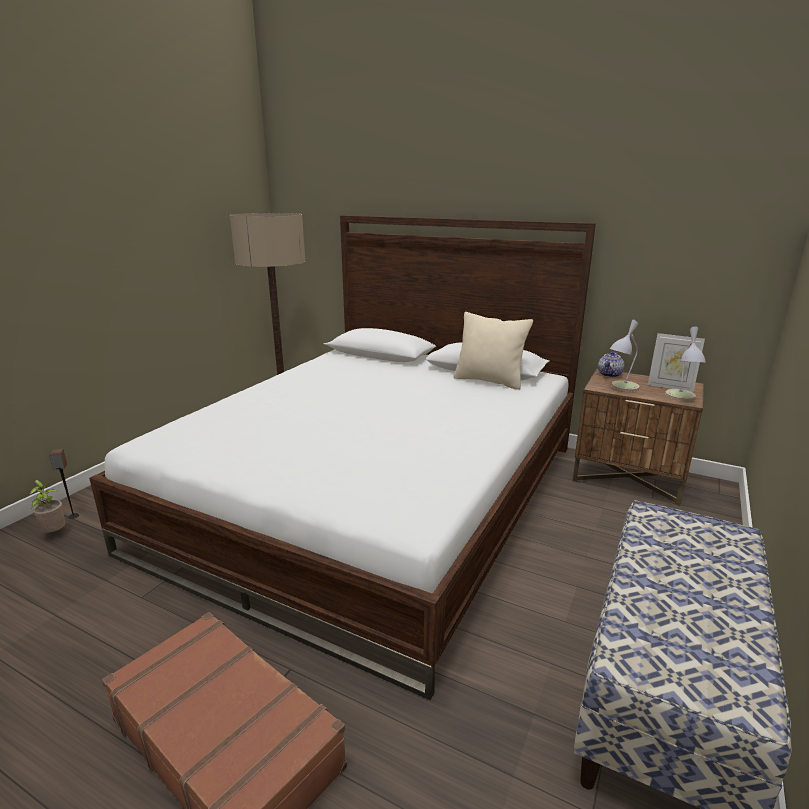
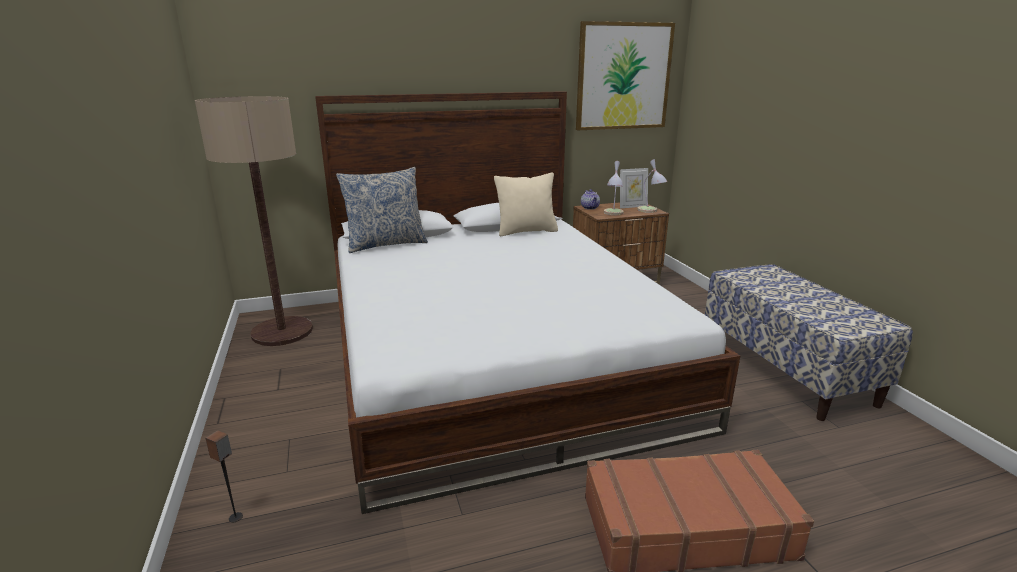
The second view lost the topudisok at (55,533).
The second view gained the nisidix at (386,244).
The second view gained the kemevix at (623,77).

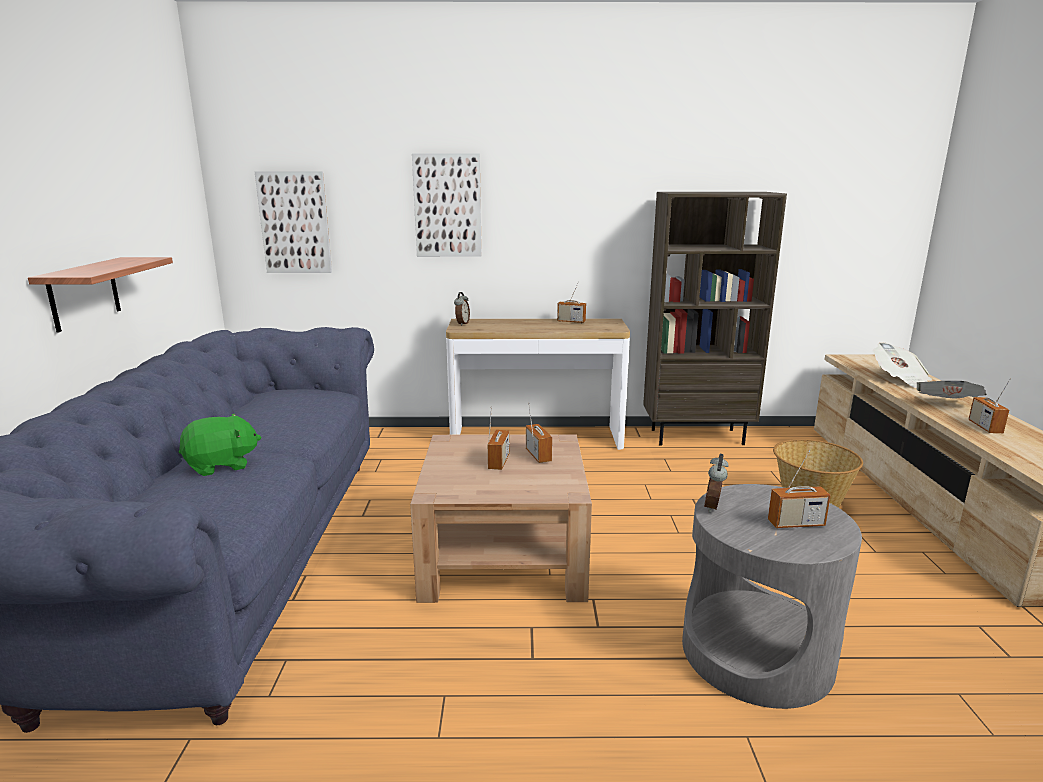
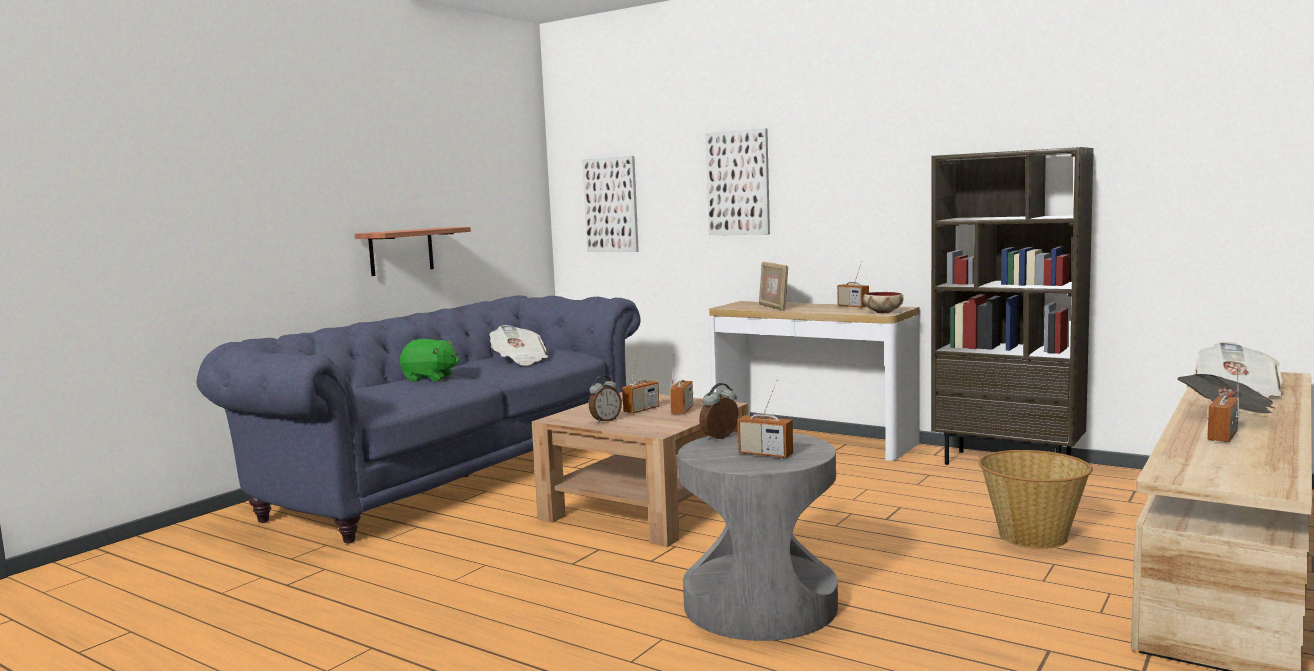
The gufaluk ended up elsewhere, having gone from (462,324) to (605,420).
The second view gained the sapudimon at (519,361).
The second view gained the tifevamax at (773,307).
The second view gained the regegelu at (882,312).

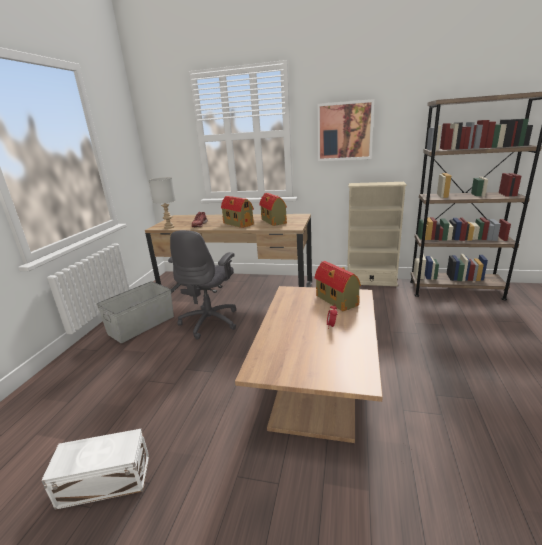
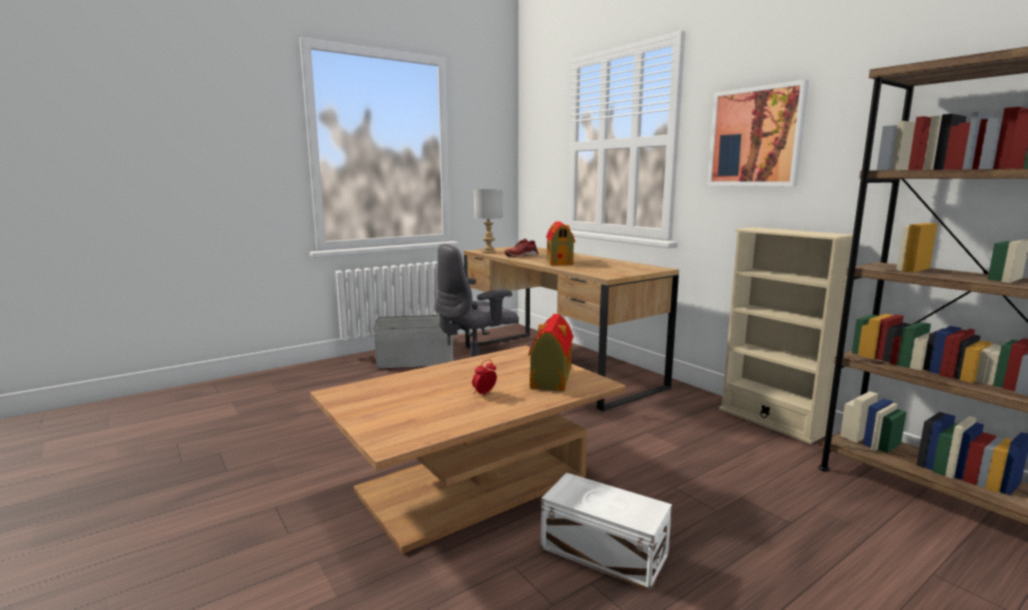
The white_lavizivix ended up elsewhere, having gone from (104,480) to (602,550).
The second view lost the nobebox at (274,221).

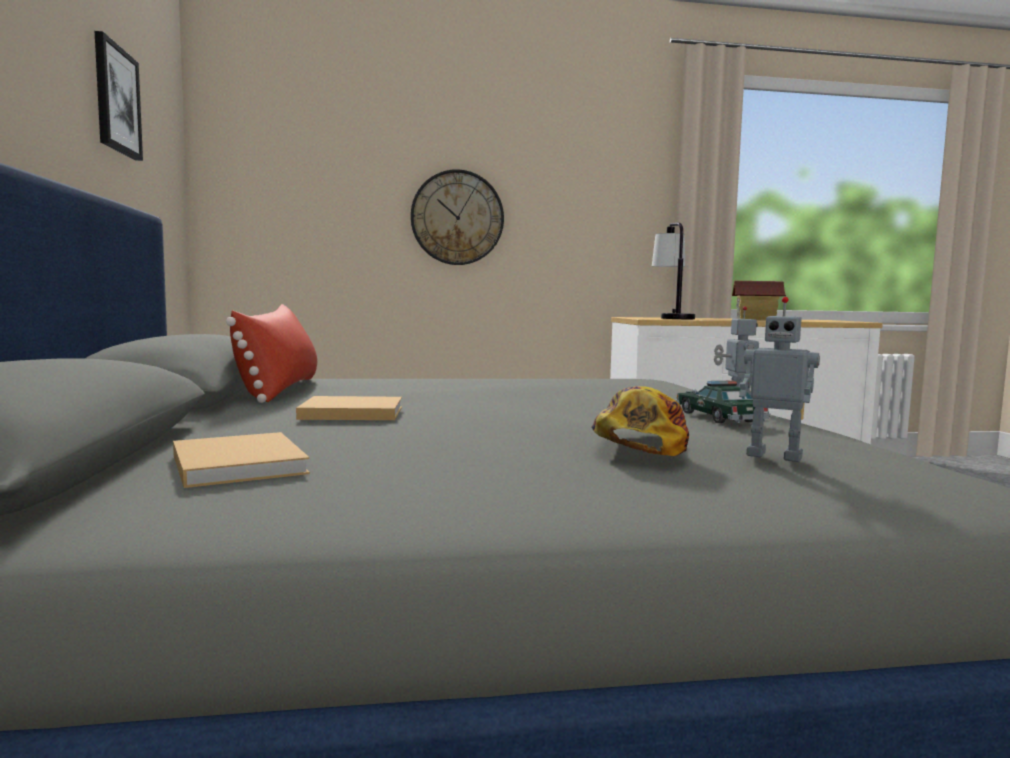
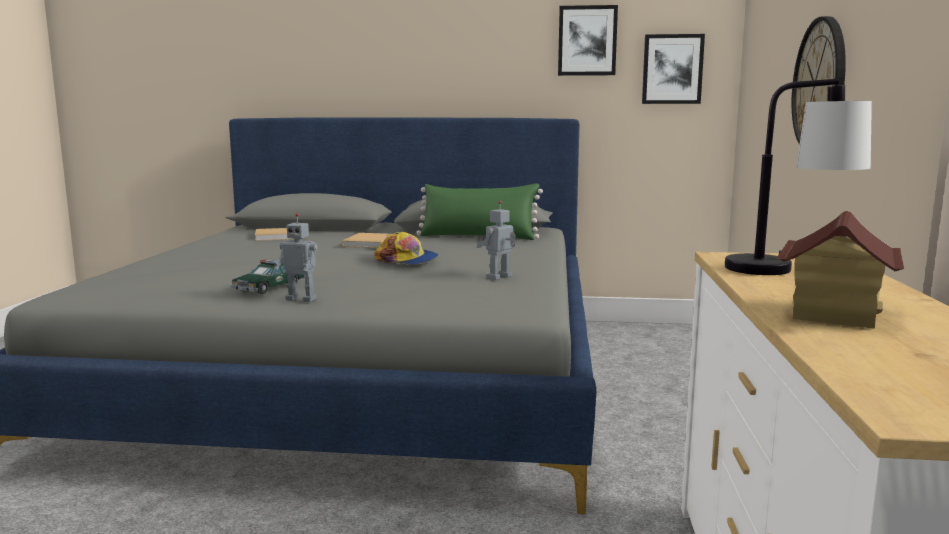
What was the red_nisidix at (280,389) turned into the green_nisidix at (478,237).
The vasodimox ended up elsewhere, having gone from (641,442) to (407,260).
The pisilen at (718,418) ended up facing another way, 120 degrees clockwise from before.
The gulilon ended up elsewhere, having gone from (775,456) to (500,277).
The second view gained the kemevix at (672,69).

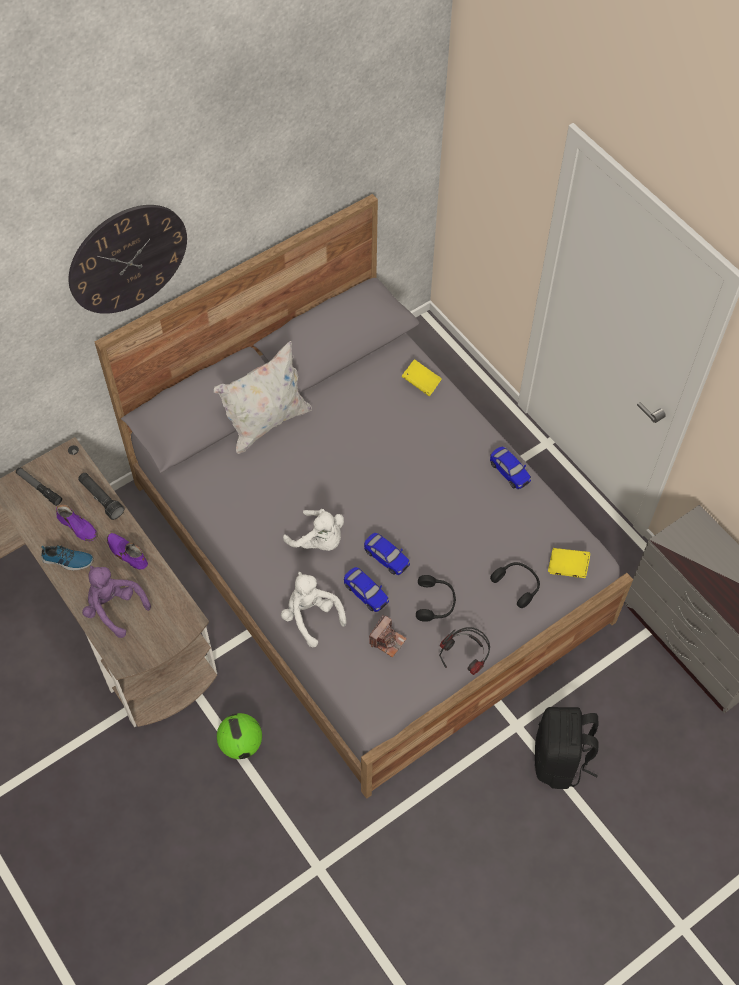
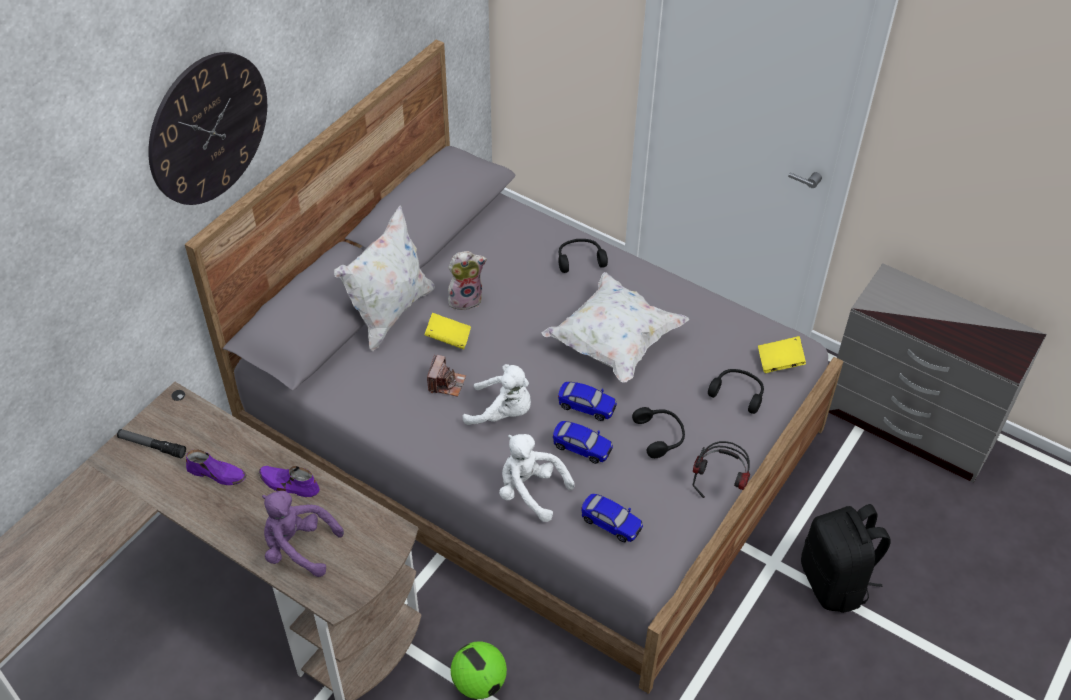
The second view lost the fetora at (67,560).
The second view lost the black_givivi at (101,499).
The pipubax ended up elsewhere, having gone from (387,640) to (446,383).
The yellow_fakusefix ended up elsewhere, having gone from (421,383) to (448,339).
The pisilen ended up elsewhere, having gone from (509,472) to (611,524).
The second view gained the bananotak at (466,299).
The second view gained the white_nisidix at (613,343).
The second view gained the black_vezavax at (580,259).

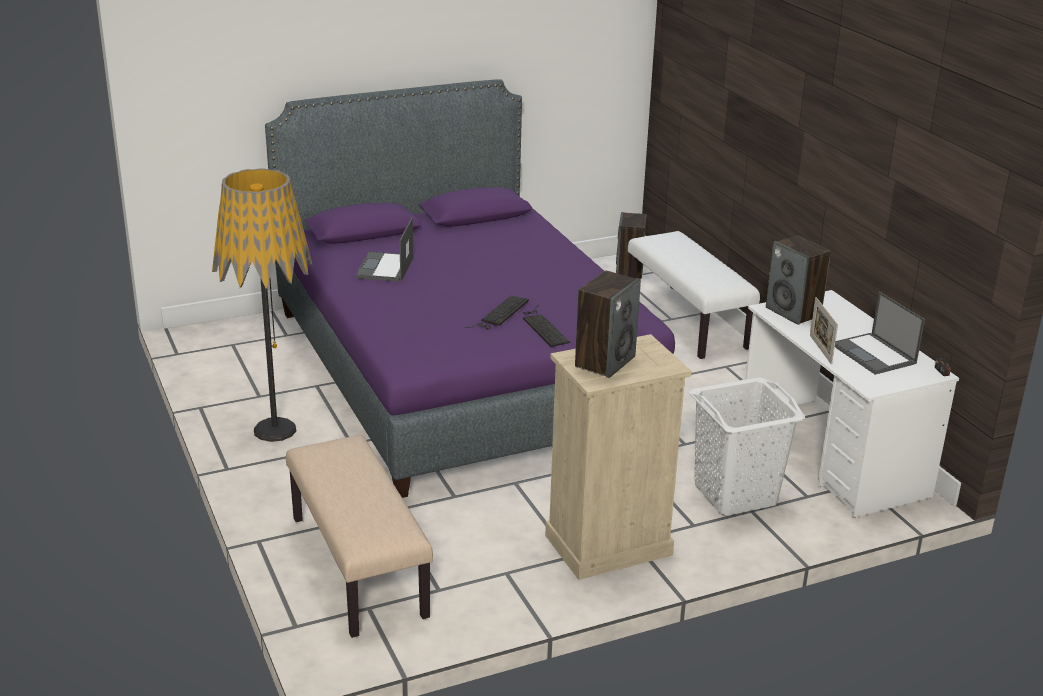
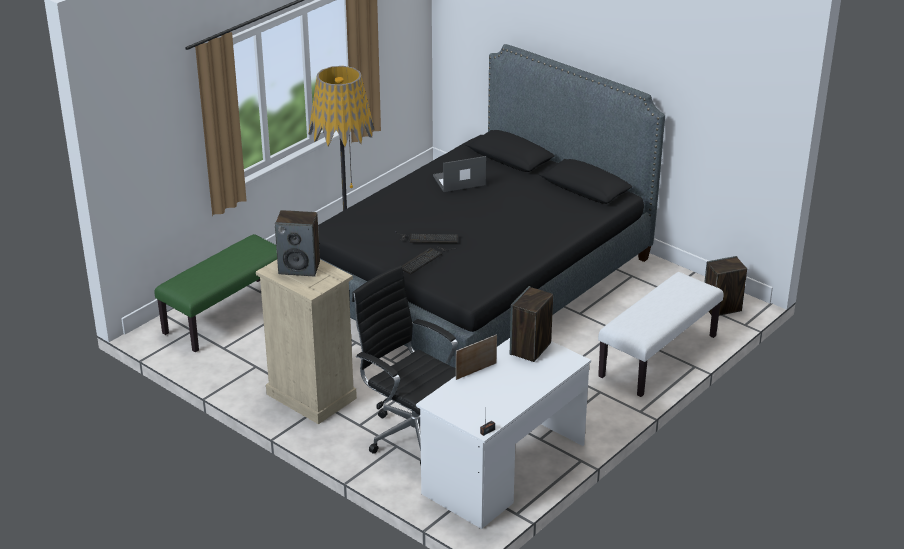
What was the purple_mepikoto at (461,370) turned into the black_mepikoto at (481,281).
What was the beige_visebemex at (356,566) turned into the green_visebemex at (227,314).
Where the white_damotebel stood at (734,494), the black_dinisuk came to stand at (412,434).
The second view lost the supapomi at (874,354).

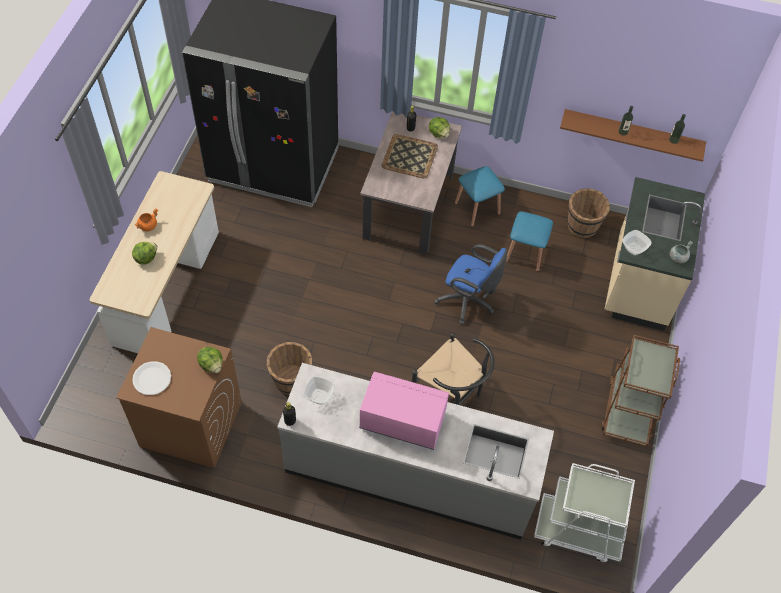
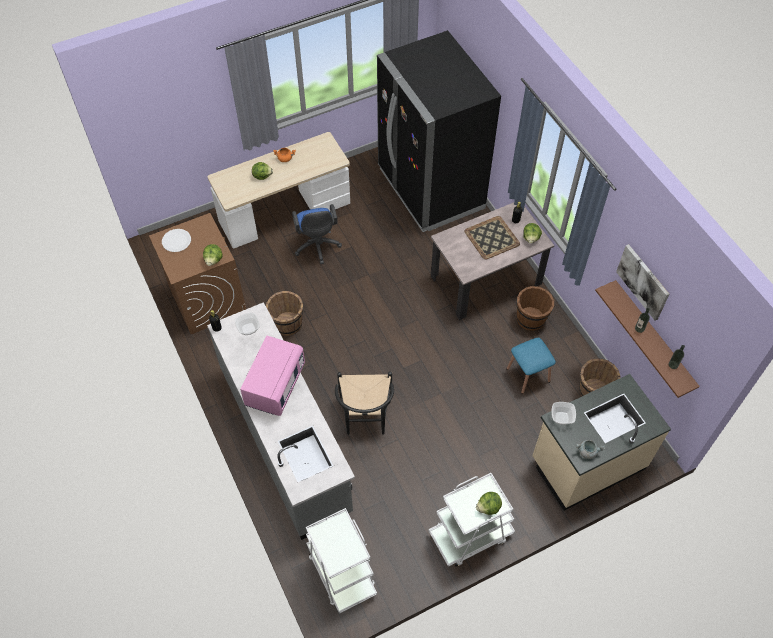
The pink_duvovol at (402,421) ended up facing another way, 45 degrees clockwise from before.
The blue_dinisuk ended up elsewhere, having gone from (468,302) to (317,247).
Where the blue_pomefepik stood at (477,208), the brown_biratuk came to stand at (531,319).
What was the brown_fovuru at (628,410) turned into the white_fovuru at (470,535).
The second view gained the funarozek at (488,507).
The second view gained the kemevix at (643,281).

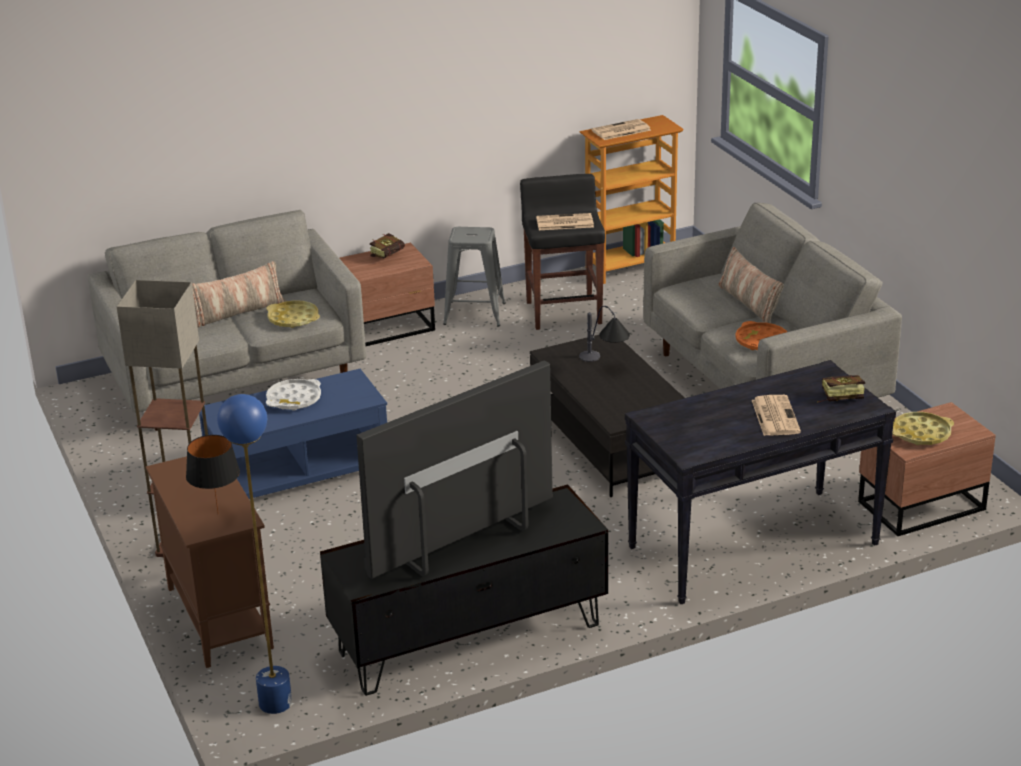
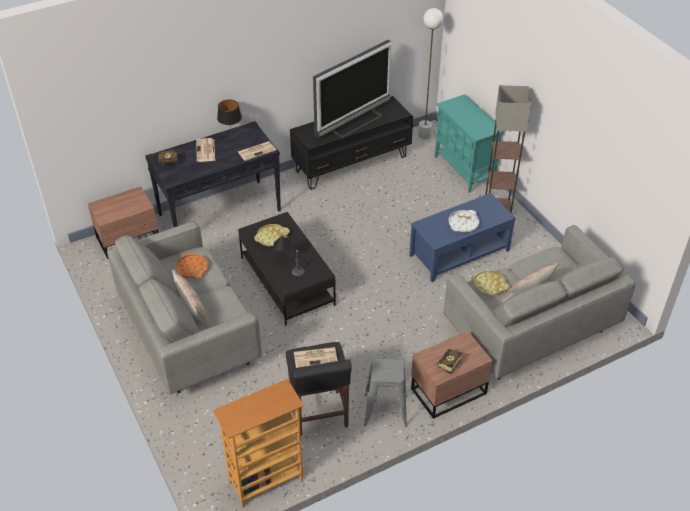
What was the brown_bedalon at (218,617) turned into the turquoise_bedalon at (464,170).
The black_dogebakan ended up elsewhere, having gone from (218,514) to (231,135).
What was the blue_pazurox at (275,703) turned into the white_pazurox at (424,135).
The sapudimon ended up elsewhere, having gone from (620,131) to (257,151).
The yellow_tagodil ended up elsewhere, having gone from (921,434) to (272,237).

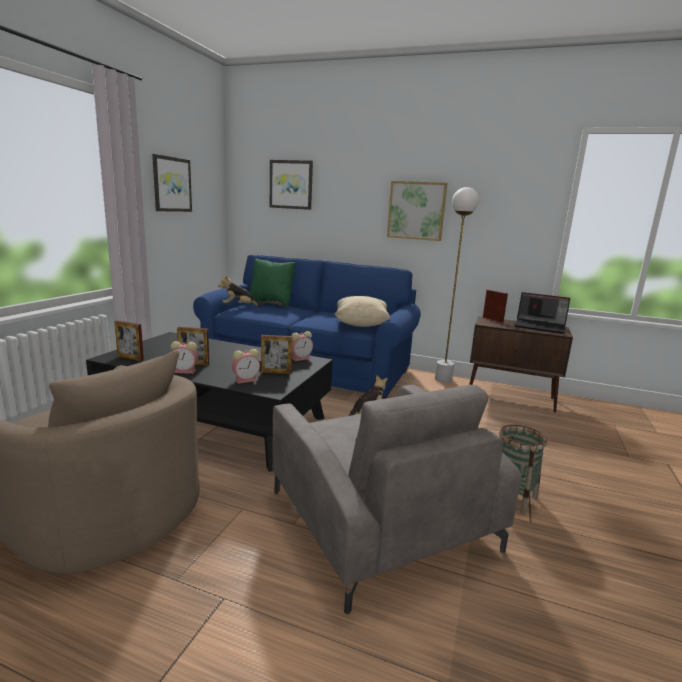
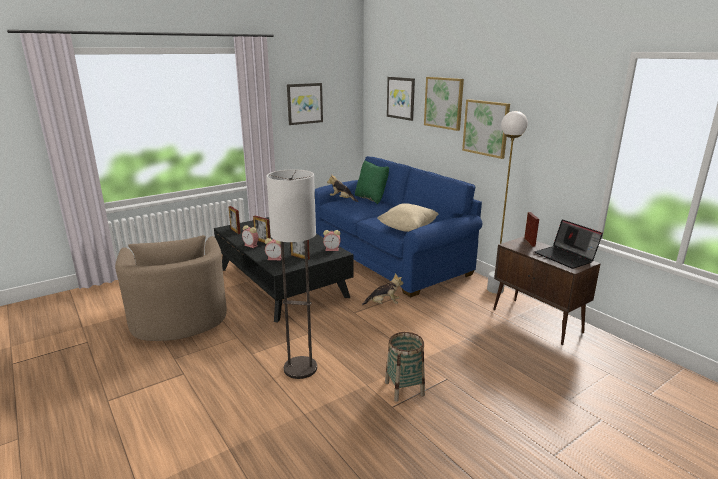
Where the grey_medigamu stood at (380,518), the pazurox came to stand at (300,368).
The second view gained the kemevix at (444,103).

